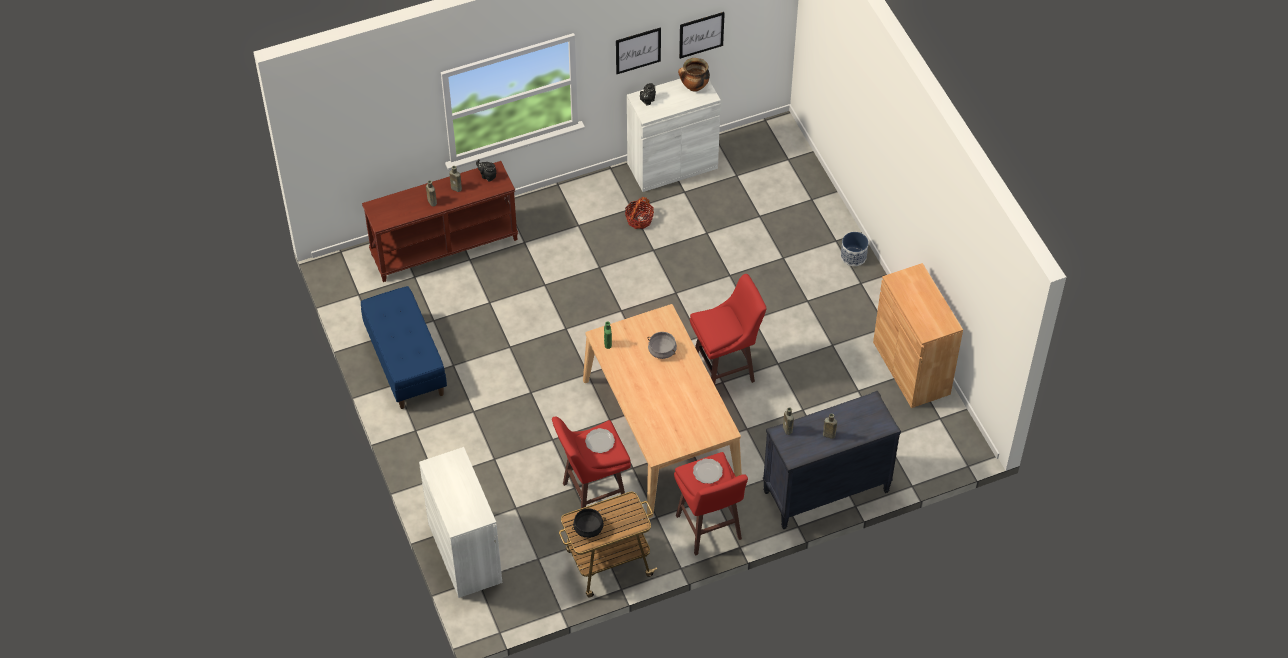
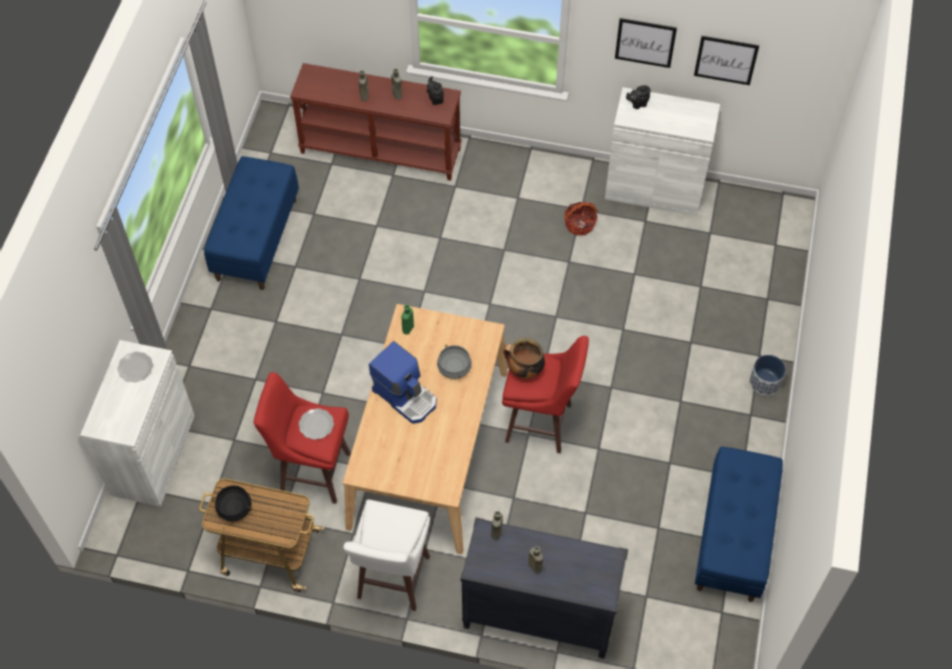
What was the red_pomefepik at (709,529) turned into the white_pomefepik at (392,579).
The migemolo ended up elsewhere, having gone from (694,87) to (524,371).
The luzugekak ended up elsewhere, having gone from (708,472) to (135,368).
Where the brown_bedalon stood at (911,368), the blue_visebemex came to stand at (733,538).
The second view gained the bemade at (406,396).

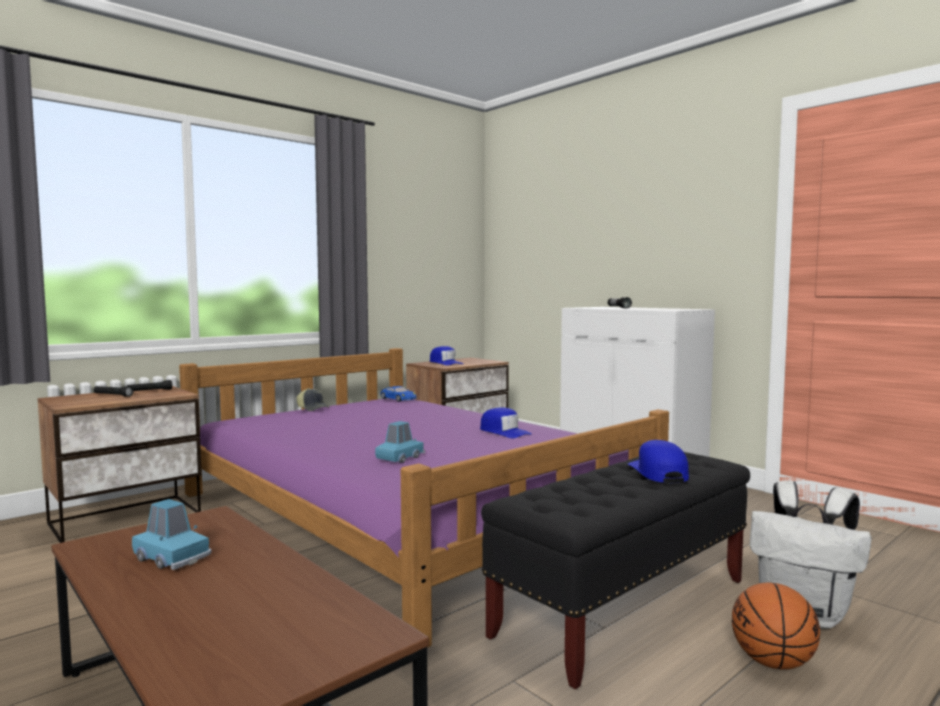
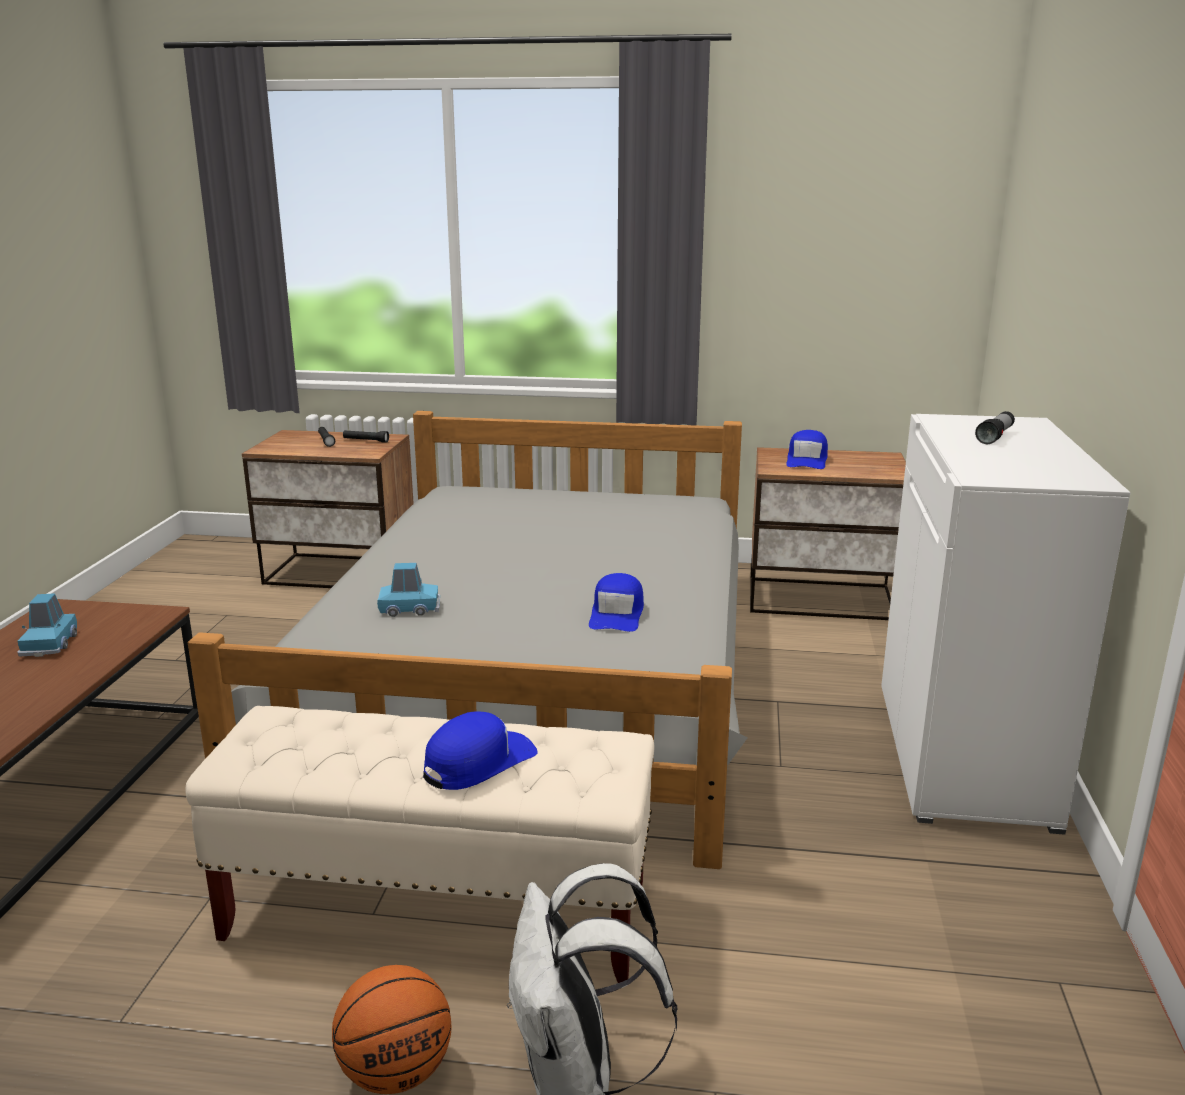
What was the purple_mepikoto at (405,513) turned into the grey_mepikoto at (534,674).
The second view lost the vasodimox at (313,408).
The second view lost the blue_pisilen at (398,399).
What was the black_visebemex at (624,607) turned into the beige_visebemex at (439,911).

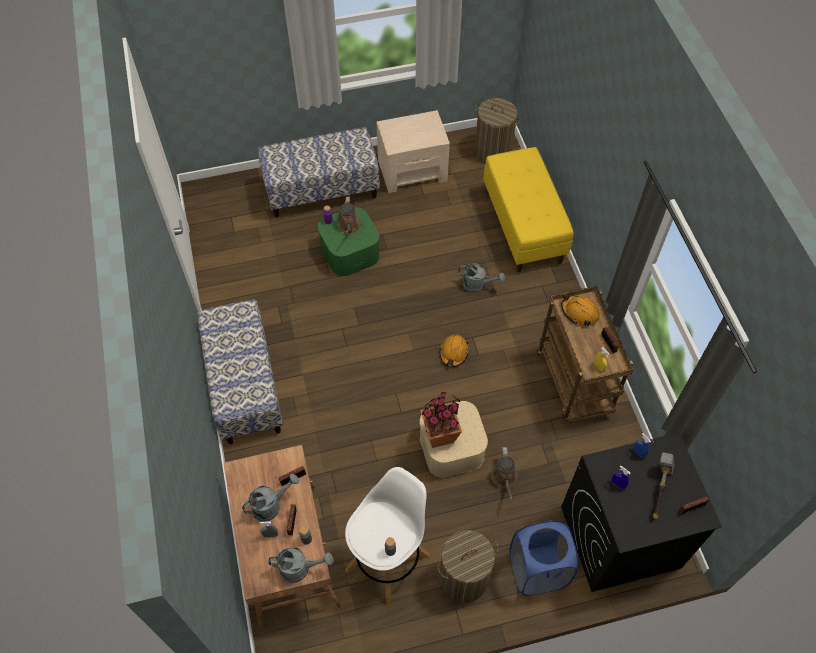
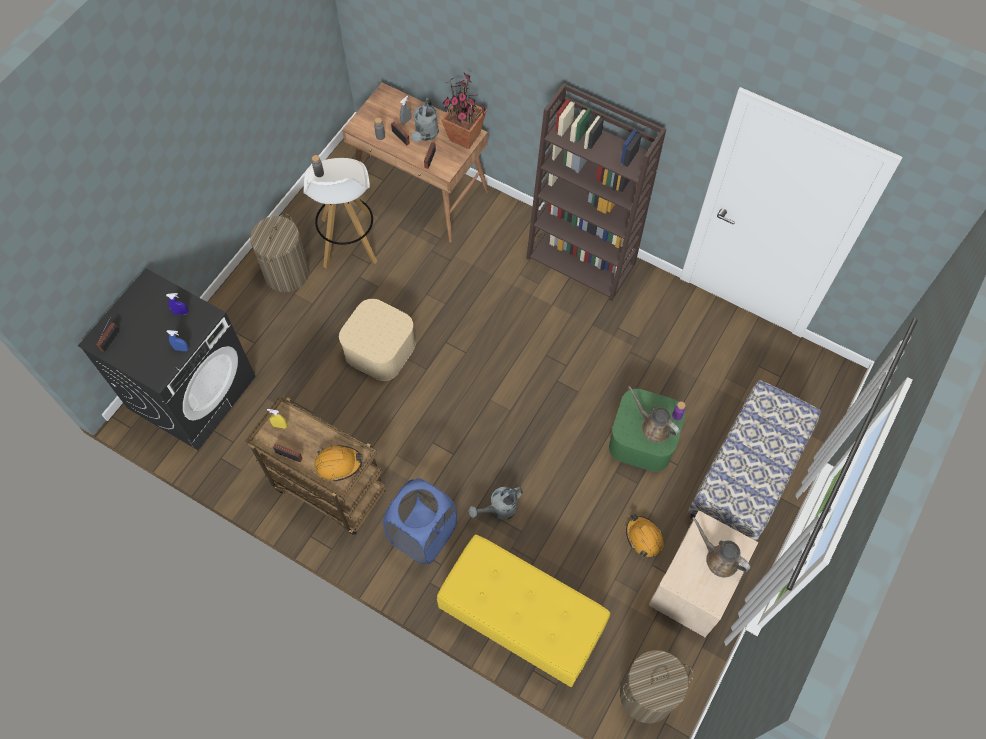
Where the visebemex stood at (244,386), the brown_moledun came to stand at (582,260).
The second view lost the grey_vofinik at (300,568).
The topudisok ended up elsewhere, having gone from (440,435) to (464,137).
The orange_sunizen ended up elsewhere, having gone from (454,353) to (644,537).
The brown_vofinik ended up elsewhere, having gone from (504,478) to (719,558).
The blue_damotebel ended up elsewhere, having gone from (537,571) to (423,535).
The second view lost the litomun at (659,489).

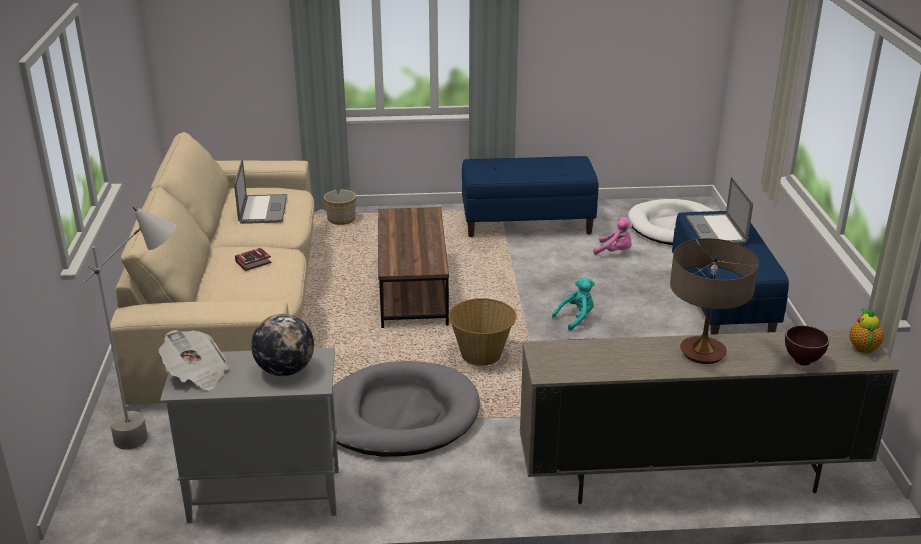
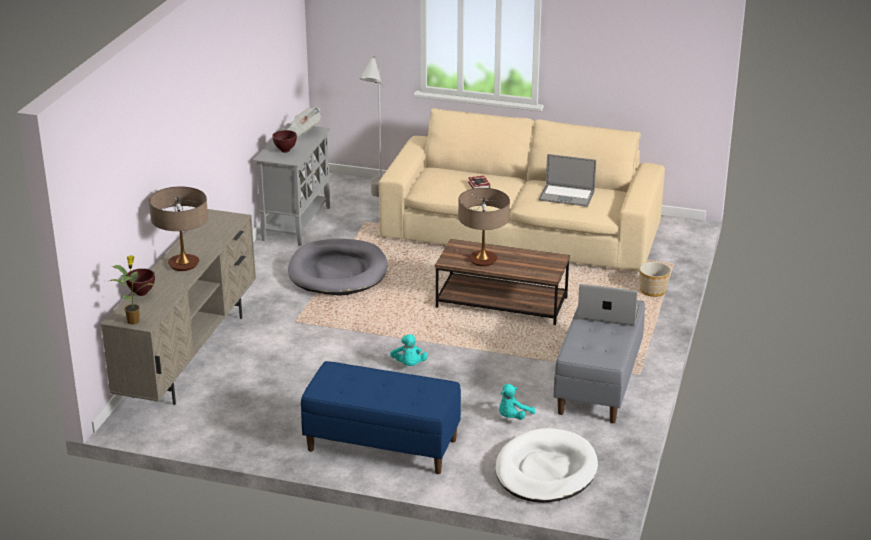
Where the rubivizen stood at (285,370), the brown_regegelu came to stand at (285,151).
The second view lost the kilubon at (481,355).
What was the blue_visebemex at (527,223) turned into the grey_visebemex at (599,383).
What was the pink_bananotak at (615,252) turned into the turquoise_bananotak at (513,417).
The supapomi ended up elsewhere, having gone from (716,230) to (608,313).
Where the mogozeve stood at (863,346), the topudisok came to stand at (134,321).
The second view gained the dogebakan at (482,260).

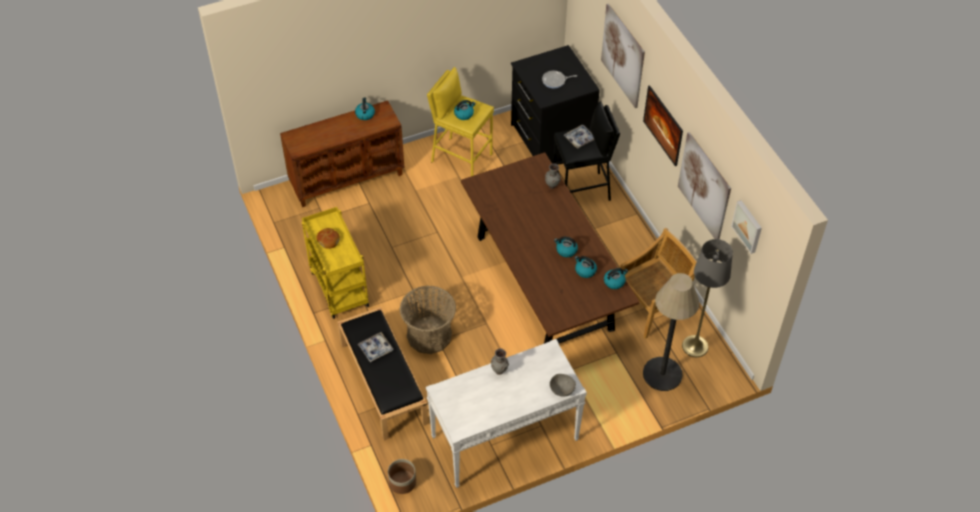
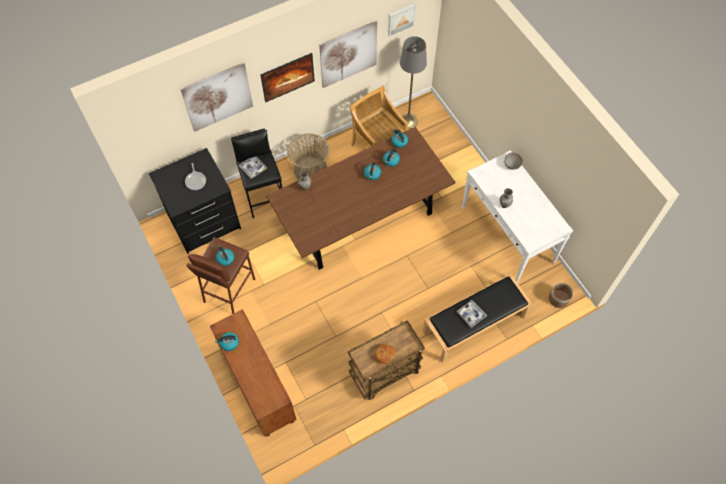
What was the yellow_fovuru at (338,287) turned into the brown_fovuru at (384,374).
The kilubon ended up elsewhere, having gone from (429,335) to (310,170).
What was the yellow_pomefepik at (461,158) turned into the brown_pomefepik at (228,290).
The second view lost the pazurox at (662,374).

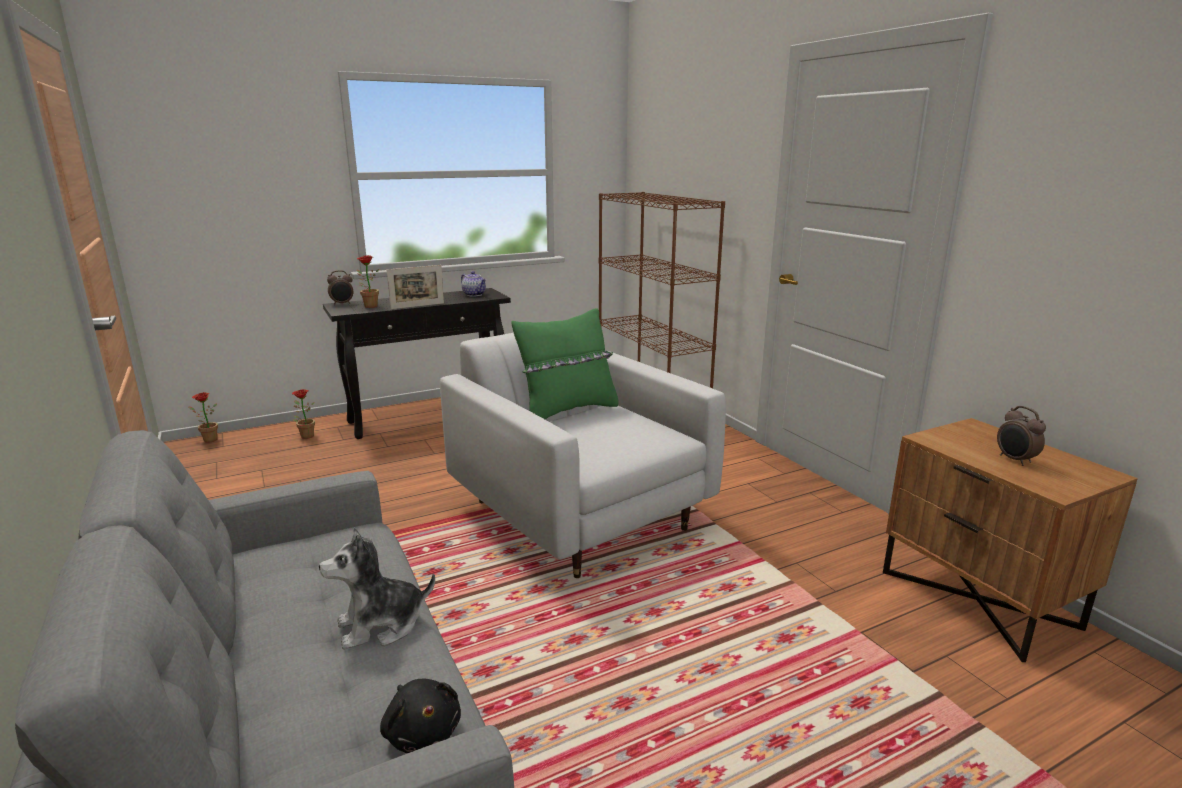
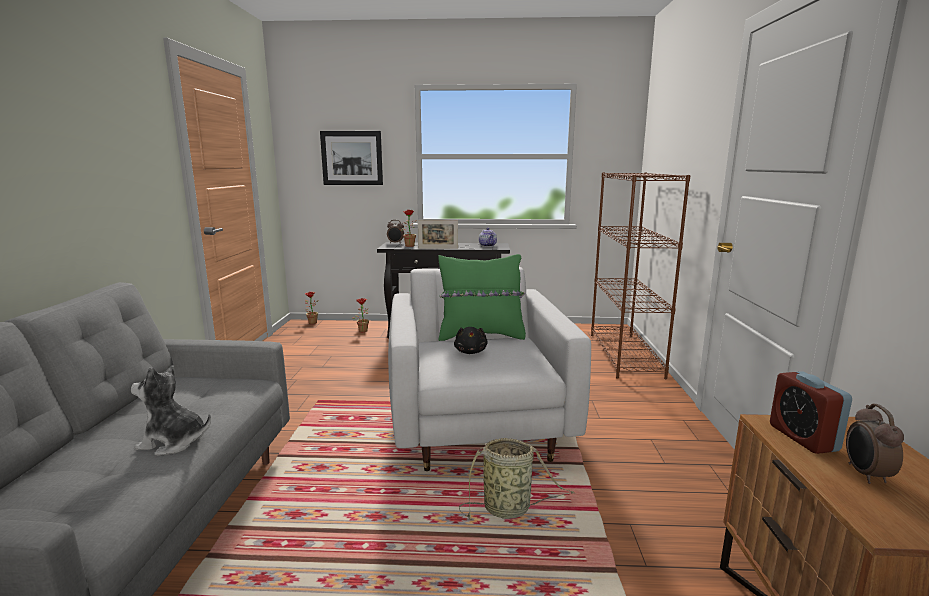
The black_bananotak ended up elsewhere, having gone from (422,731) to (470,352).
The second view gained the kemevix at (352,158).
The second view gained the kilubon at (510,508).
The second view gained the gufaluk at (803,438).

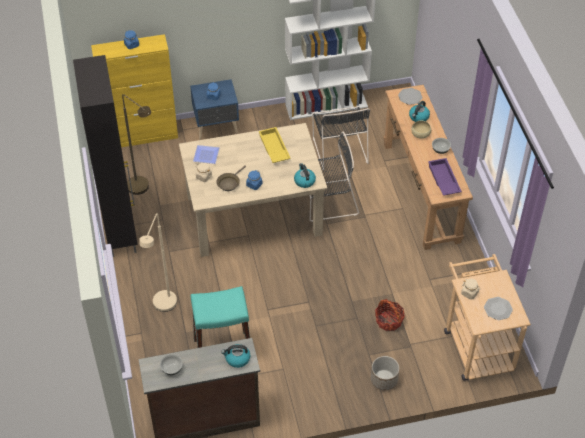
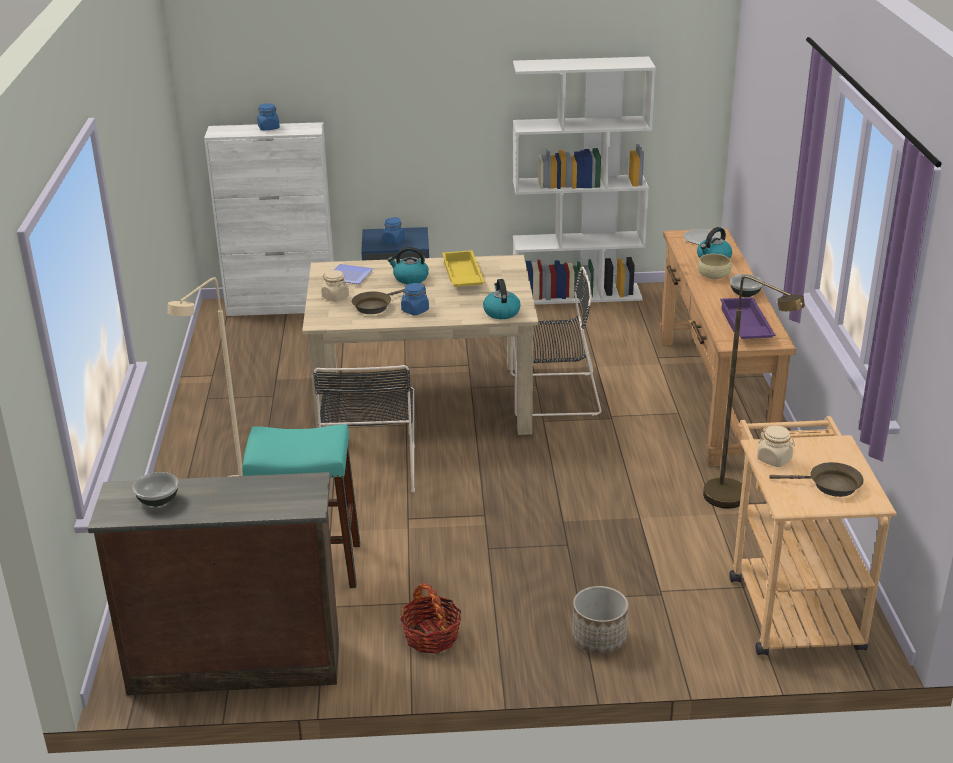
The second view lost the black_bedalon at (121,231).
What was the yellow_bedalon at (143,136) turned into the white_bedalon at (282,306).
The brown_pazurox ended up elsewhere, having gone from (142,189) to (735,501).
The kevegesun ended up elsewhere, having gone from (237,359) to (410,278).
The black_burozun ended up elsewhere, having gone from (339,149) to (370,467).
The kilubon ended up elsewhere, having gone from (388,320) to (431,636).
Where the luzugekak stood at (498,309), the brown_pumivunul came to stand at (829,485).

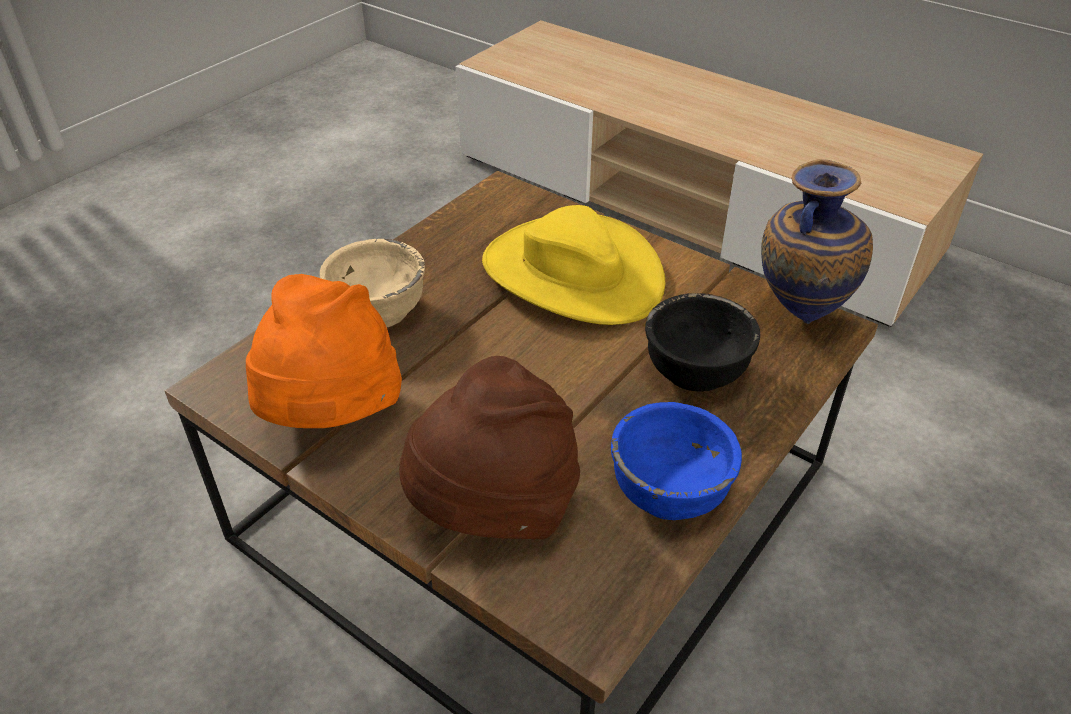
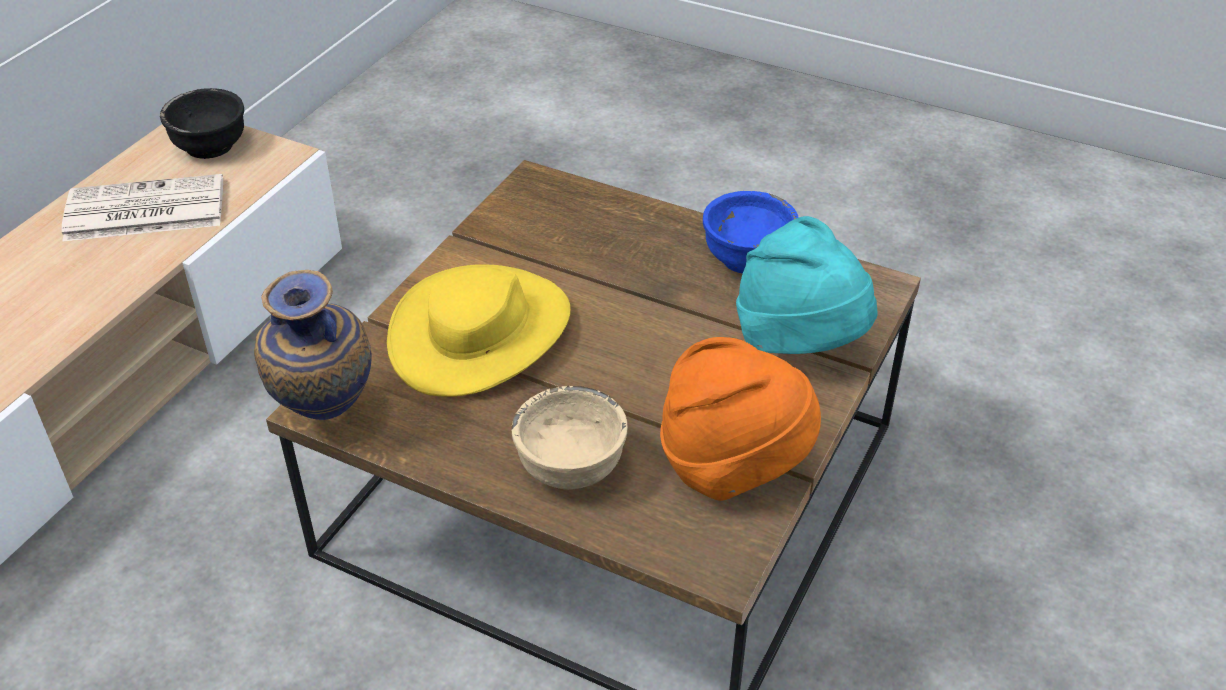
What was the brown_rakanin at (494,508) turned into the turquoise_rakanin at (800,343).
The black_regegelu ended up elsewhere, having gone from (696,371) to (210,145).
The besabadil ended up elsewhere, having gone from (798,314) to (325,418).
The second view gained the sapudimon at (143,211).

